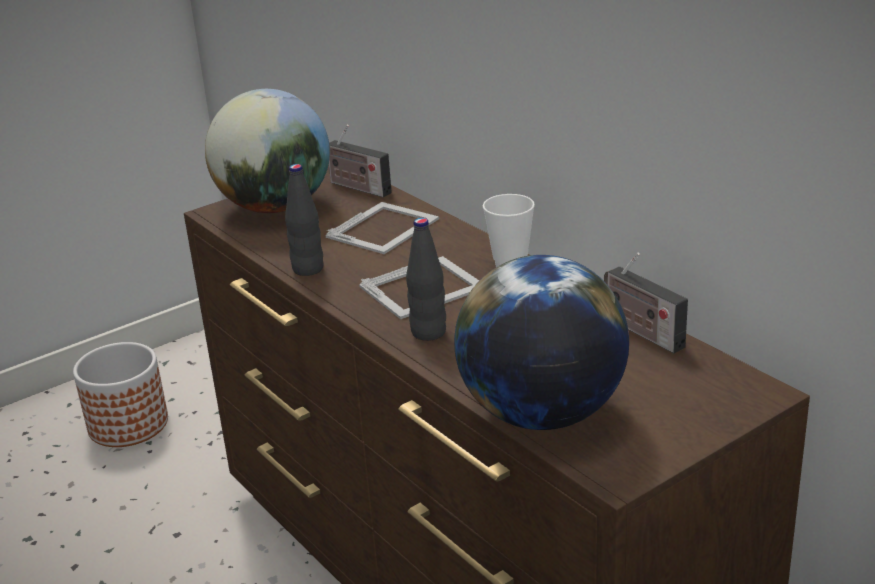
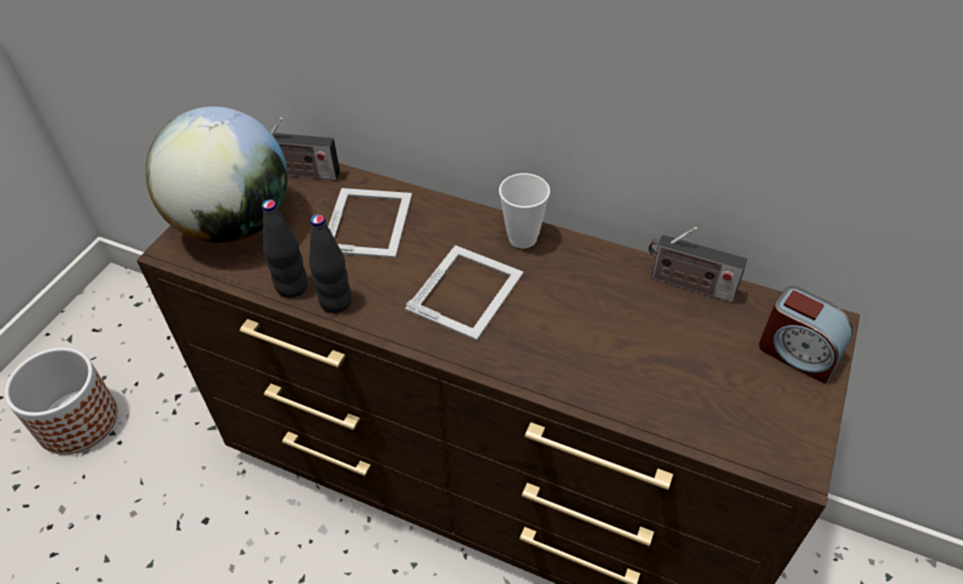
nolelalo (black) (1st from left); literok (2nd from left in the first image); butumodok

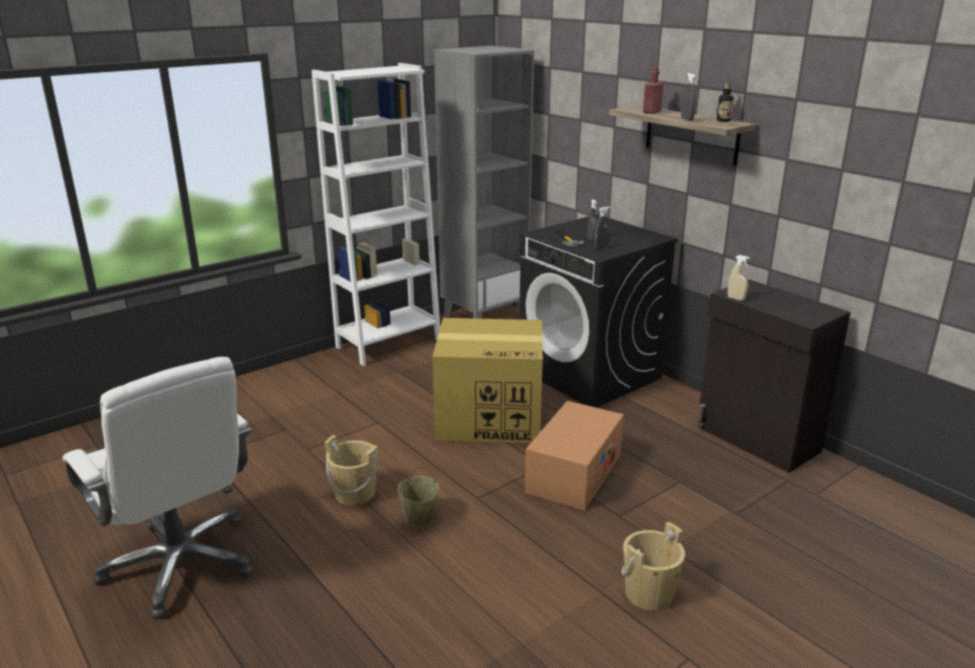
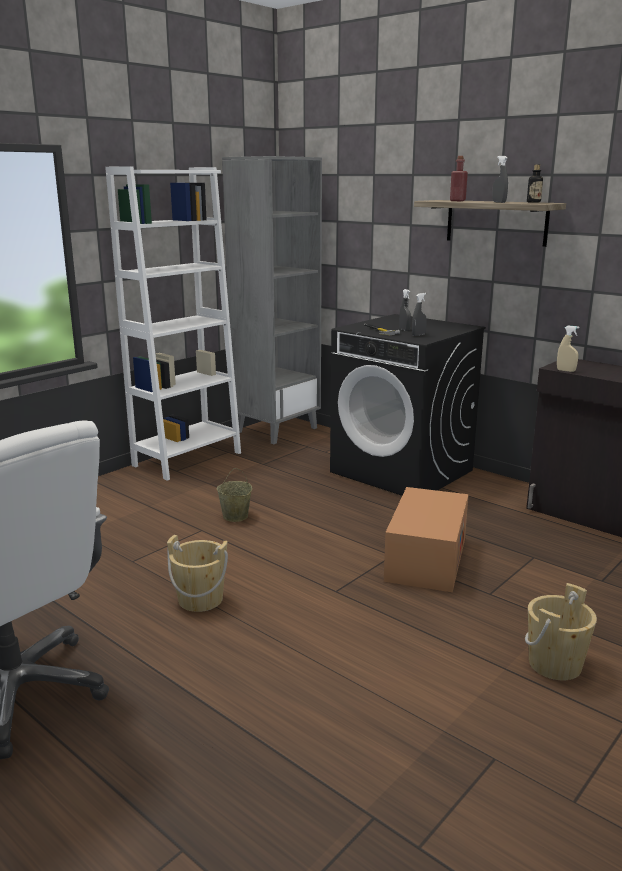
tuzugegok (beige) (2nd from left); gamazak (1st from left in the first image)

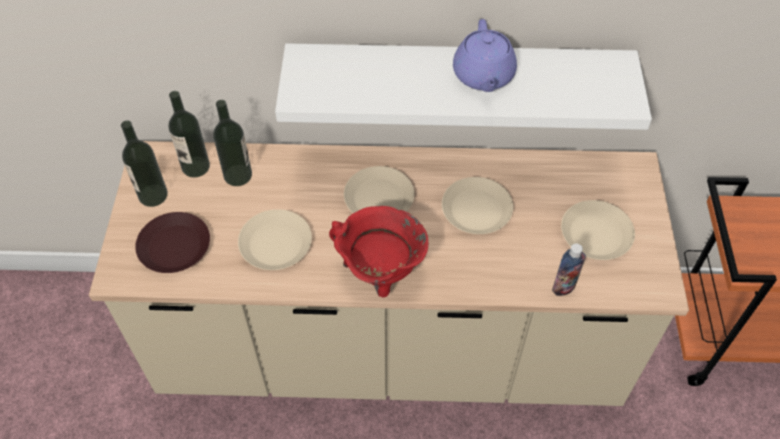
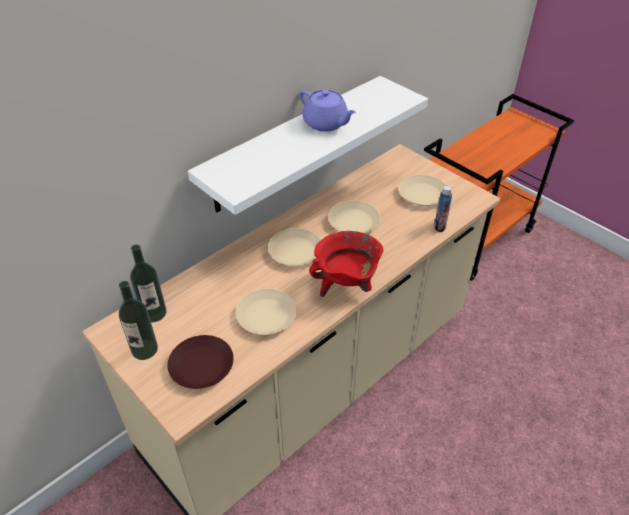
nolelalo (3rd from left in the first image)

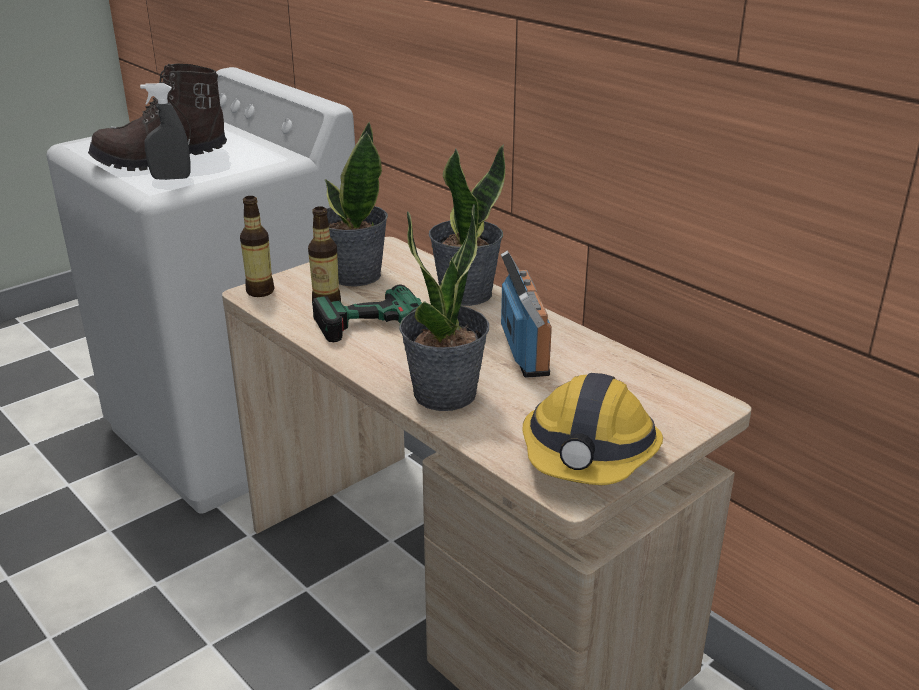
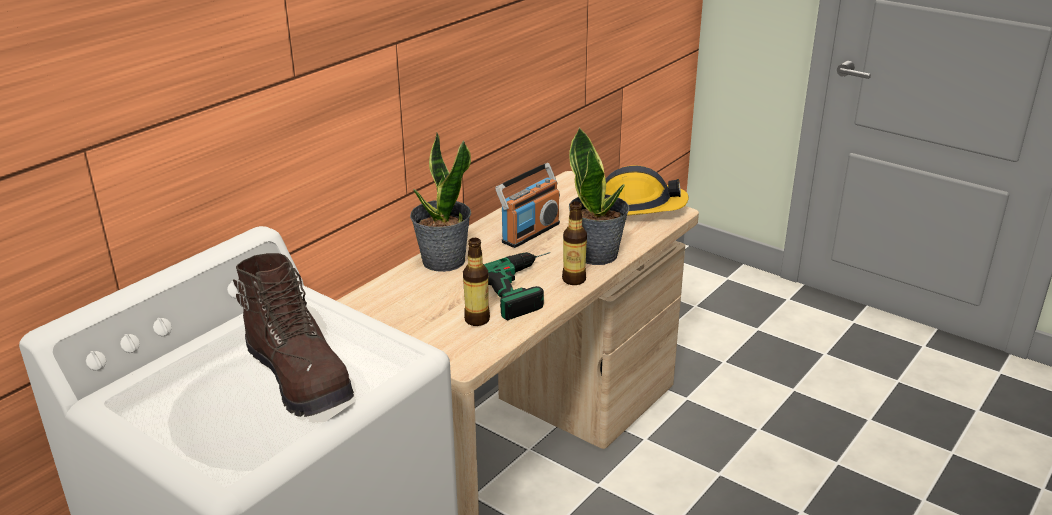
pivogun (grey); nolelalo (2nd from left); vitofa (1st from left in the first image); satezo

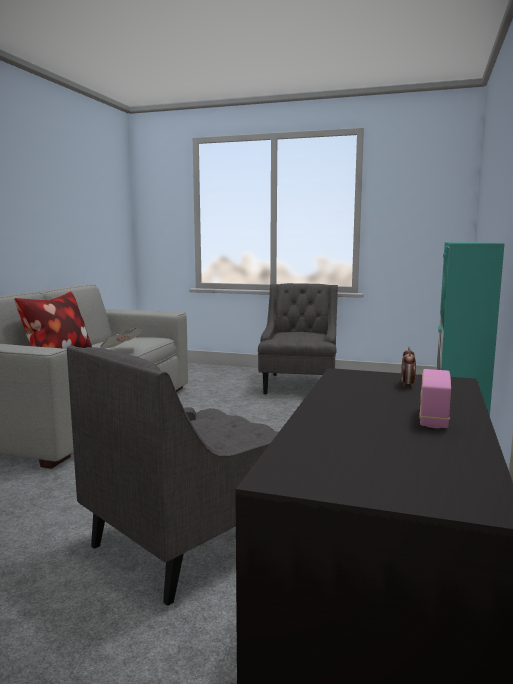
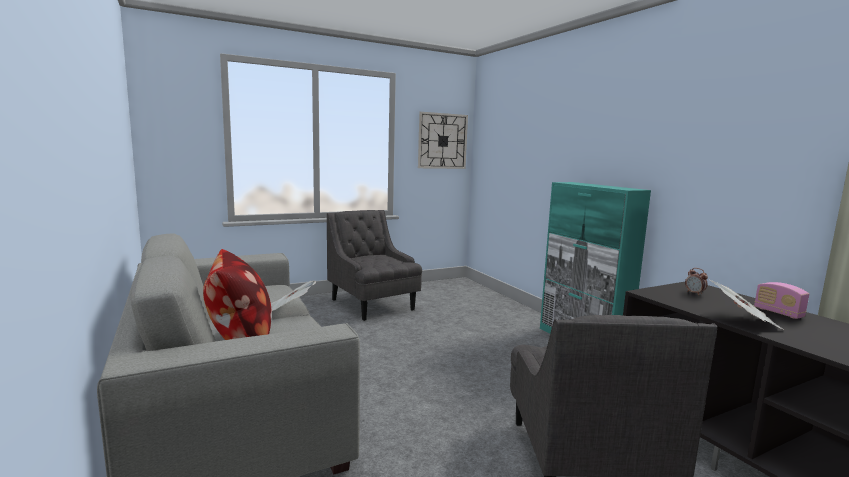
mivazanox; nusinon (2nd from left)

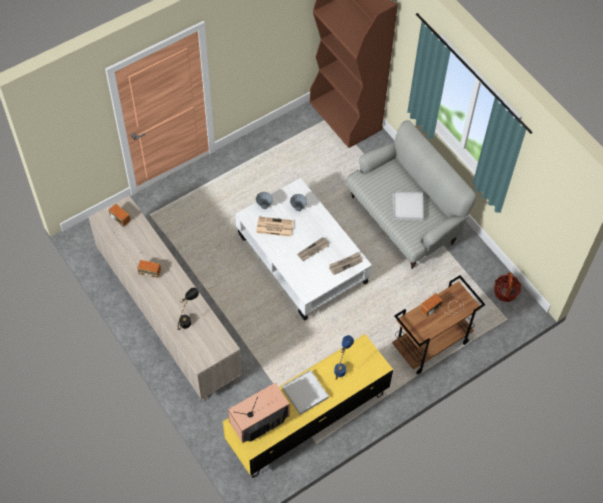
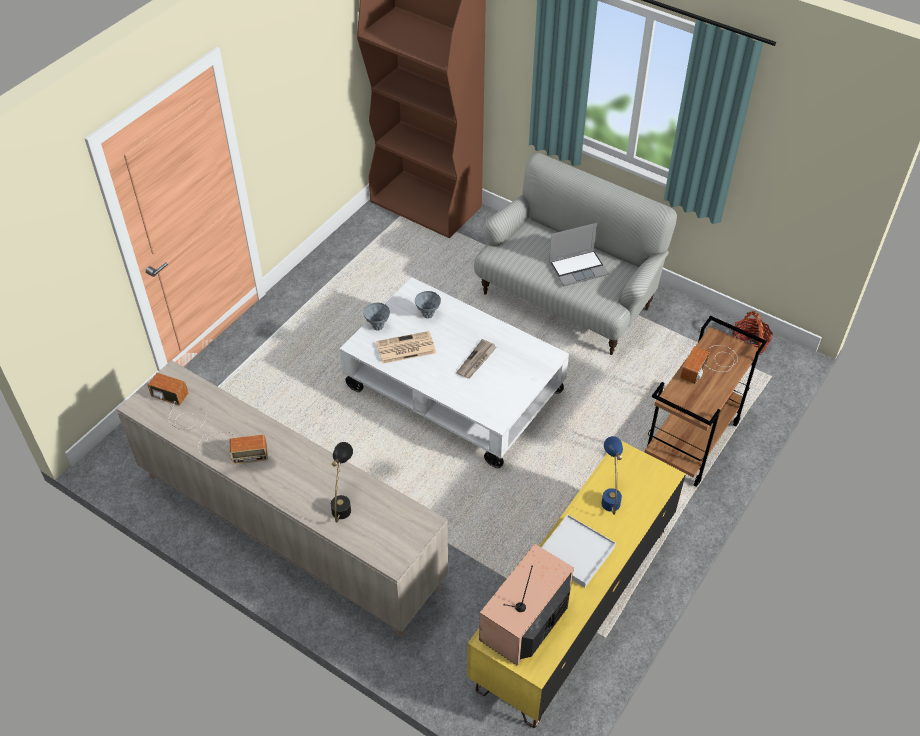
nusinon (3rd from left in the first image); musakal

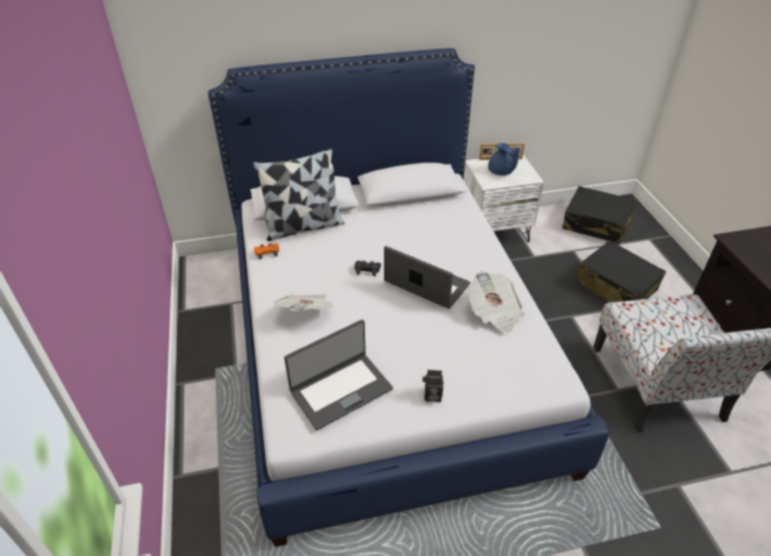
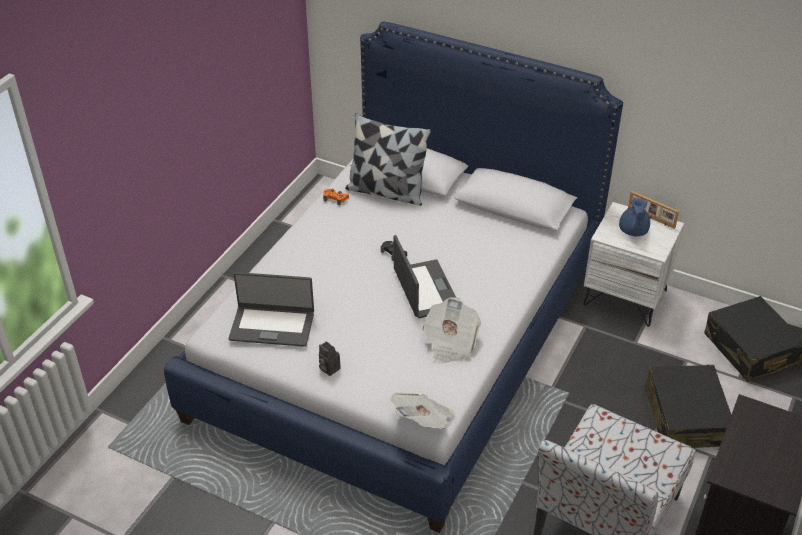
nusinon (1st from left)

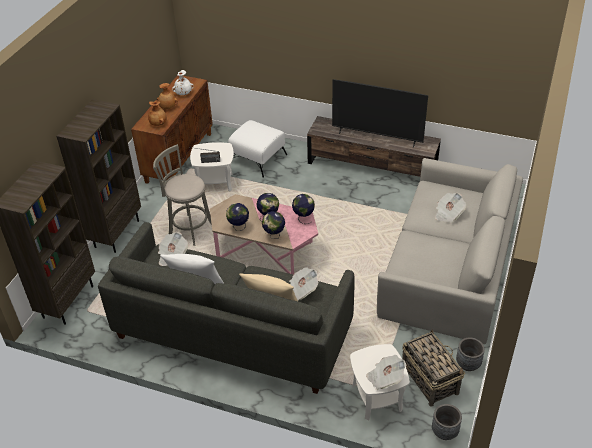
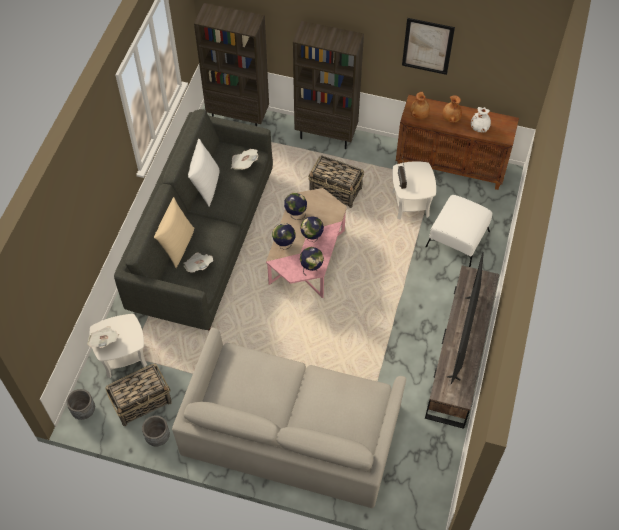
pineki (2nd from left); nusinon (4th from left in the first image); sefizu

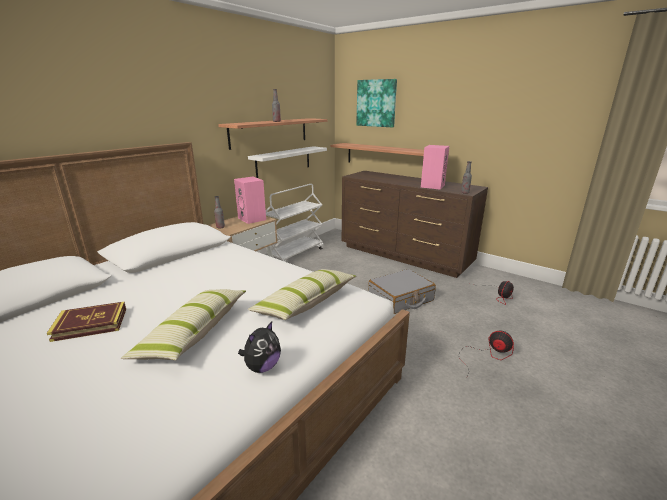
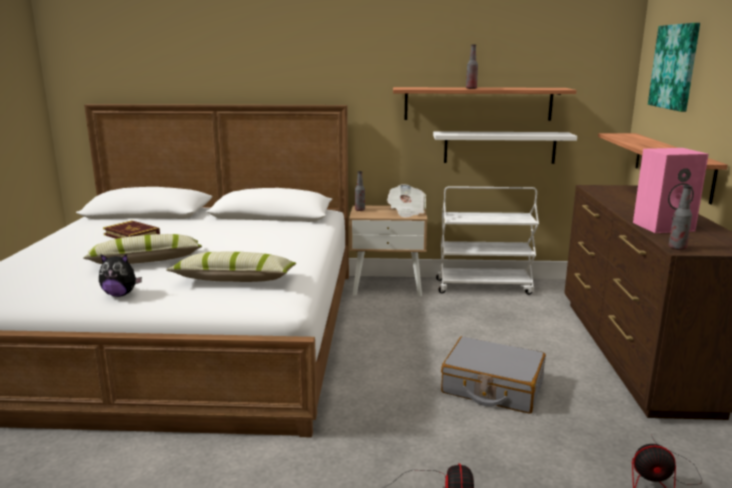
nusinon

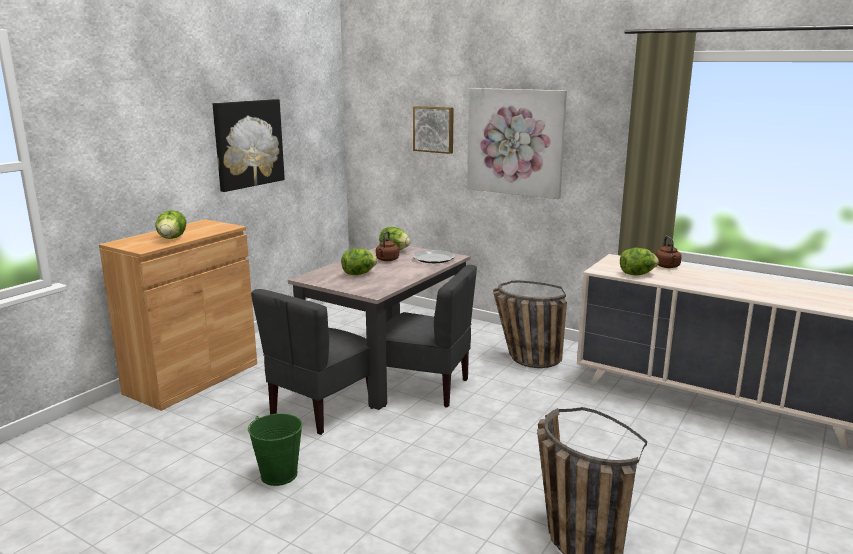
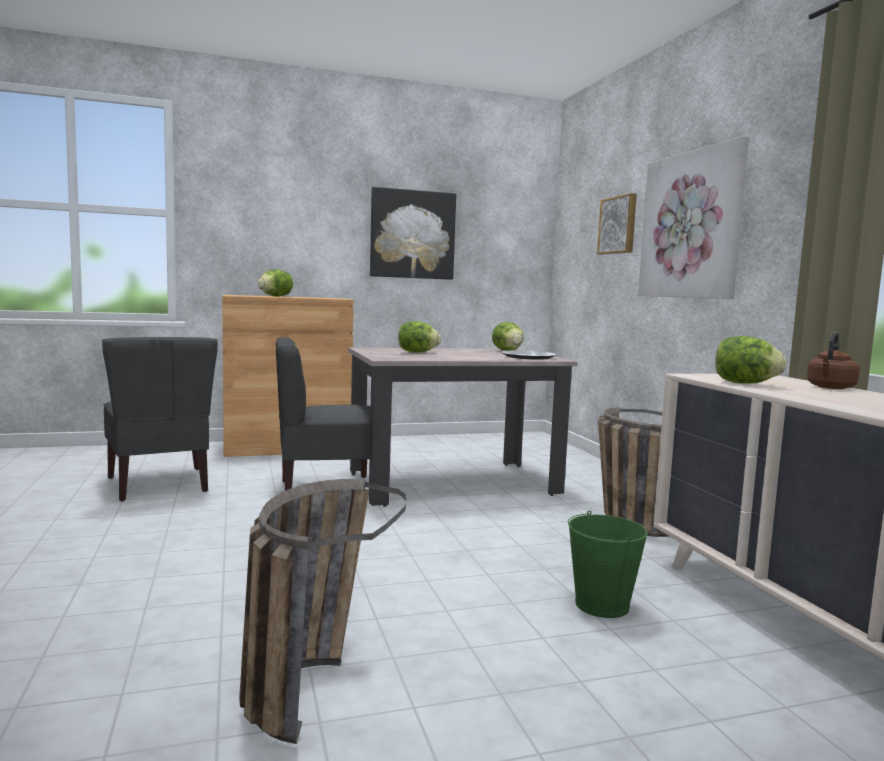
tuzugegok (green); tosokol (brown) (1st from left in the first image); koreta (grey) (1st from left)

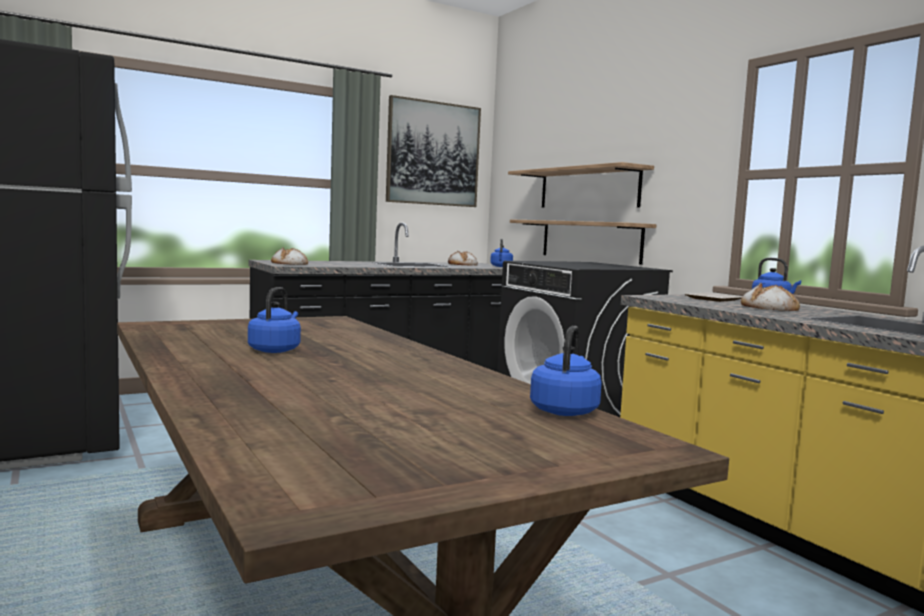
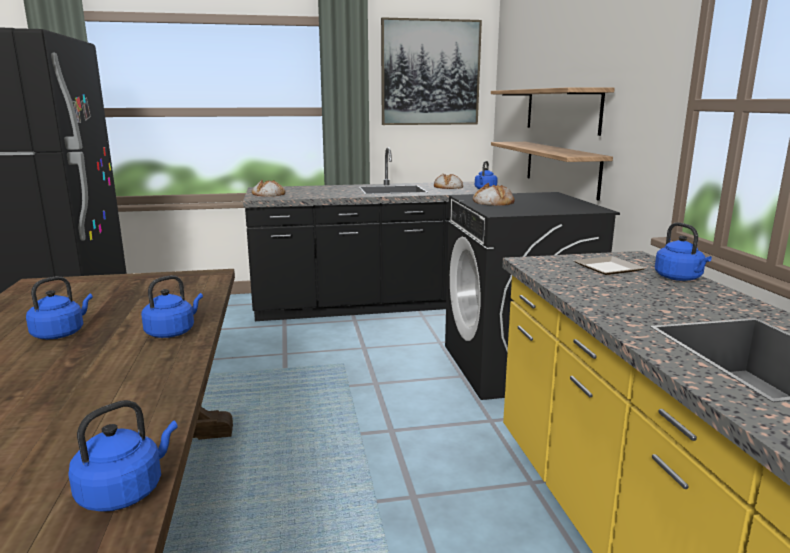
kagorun (3rd from left); tosokol (blue) (3rd from left)

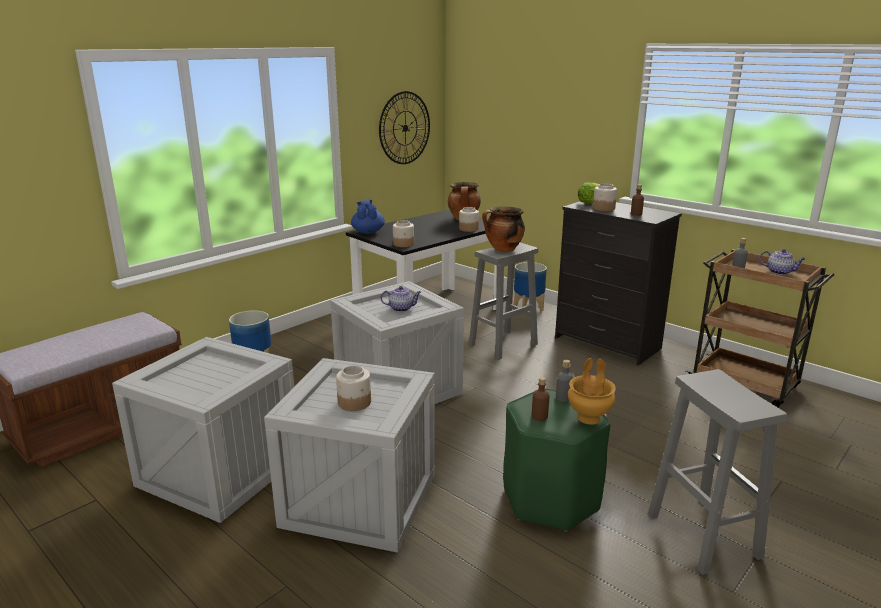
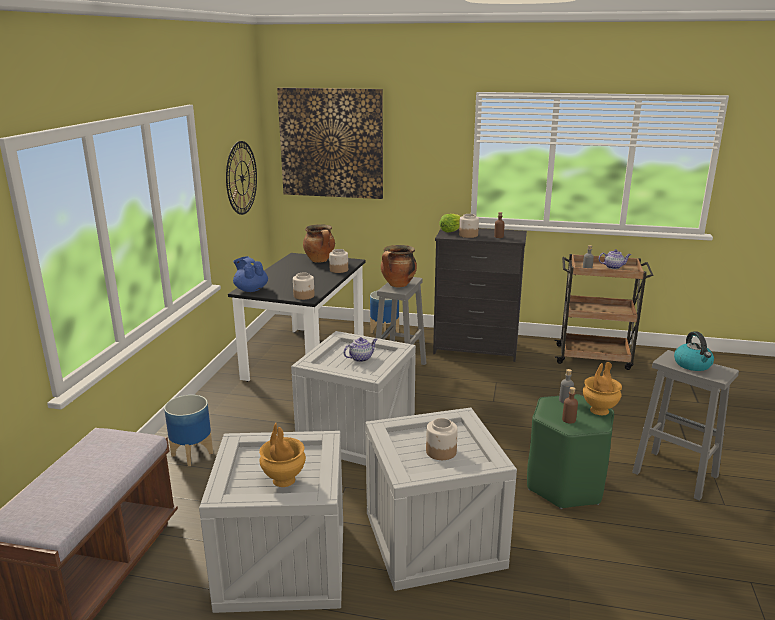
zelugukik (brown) (1st from left); sefizu; tosokol

